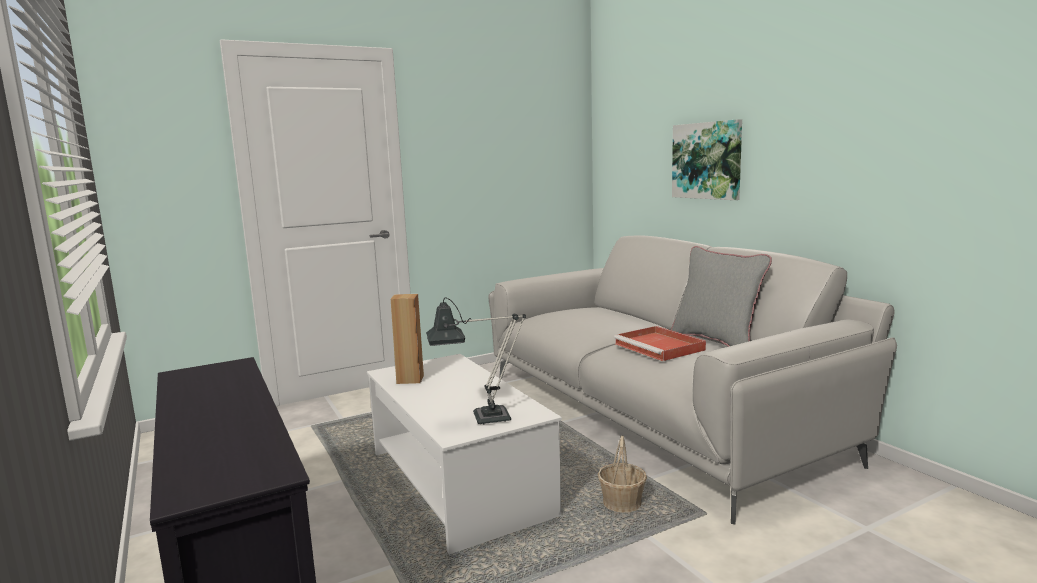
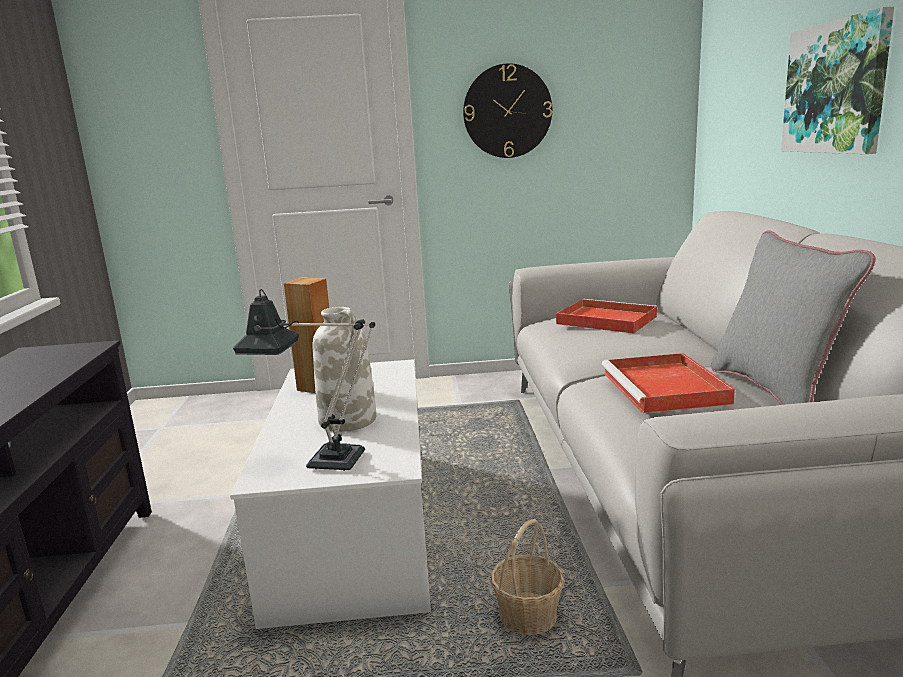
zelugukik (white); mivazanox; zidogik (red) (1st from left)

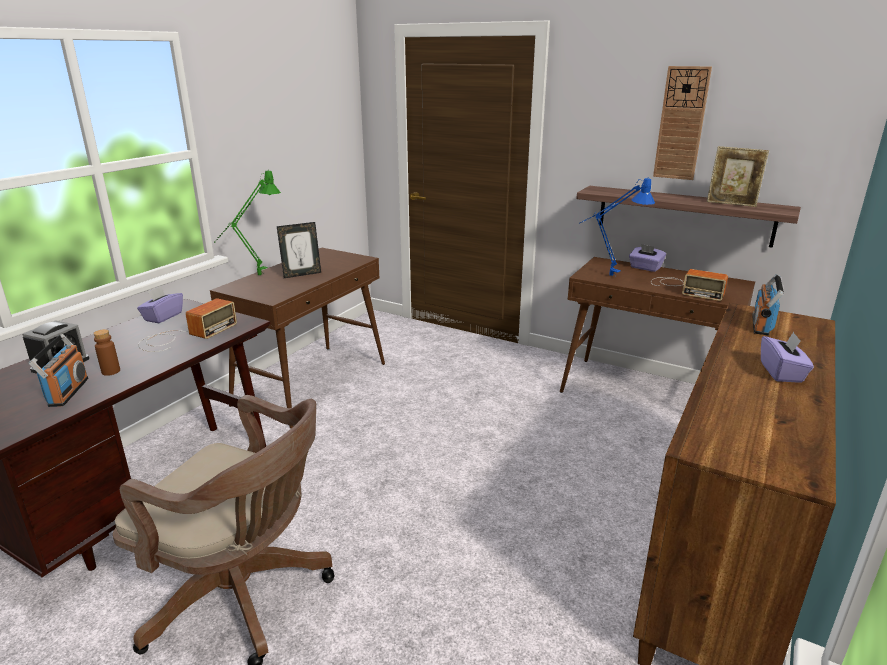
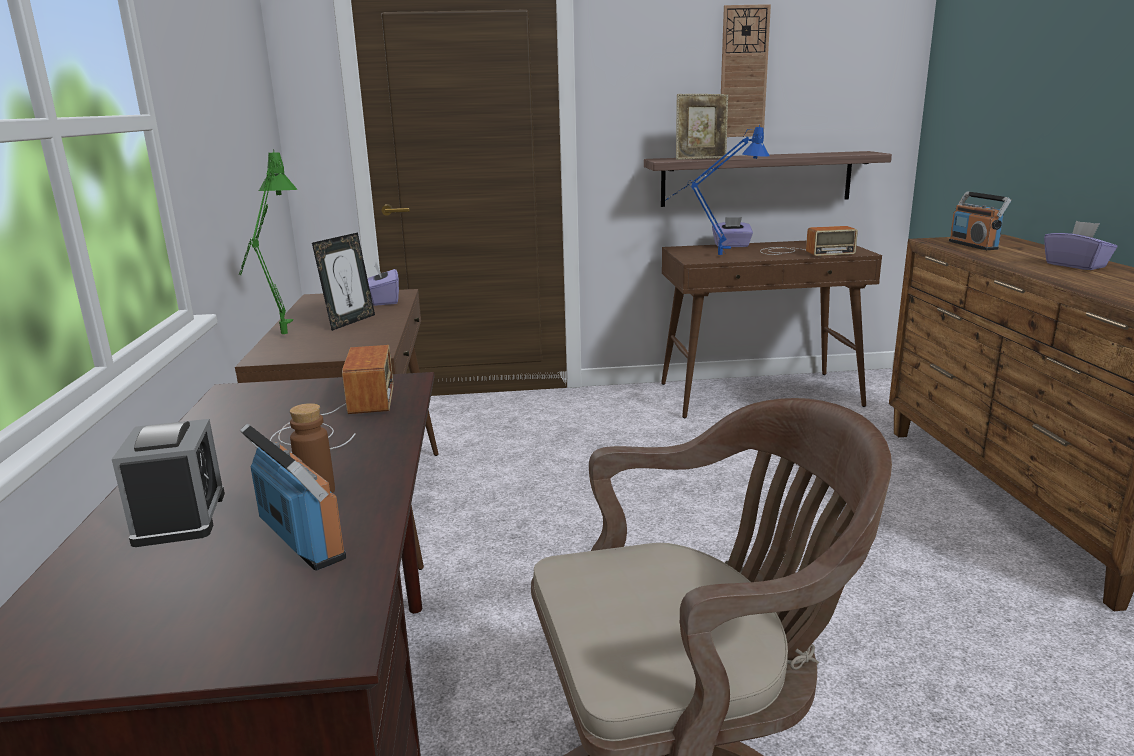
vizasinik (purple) (1st from left); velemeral (2nd from left)

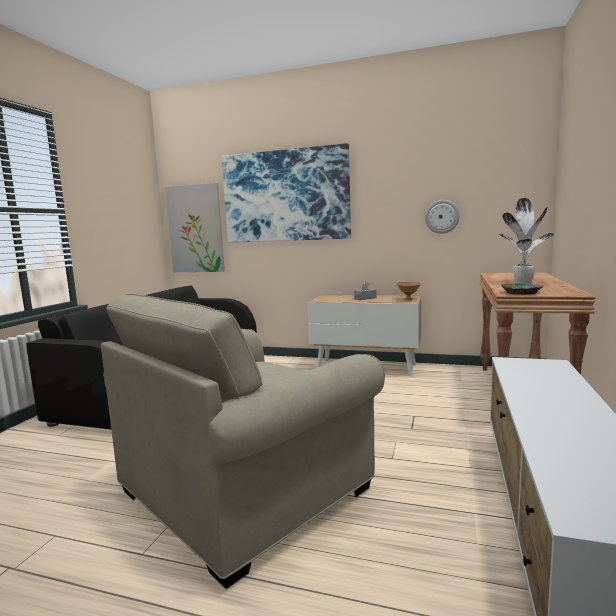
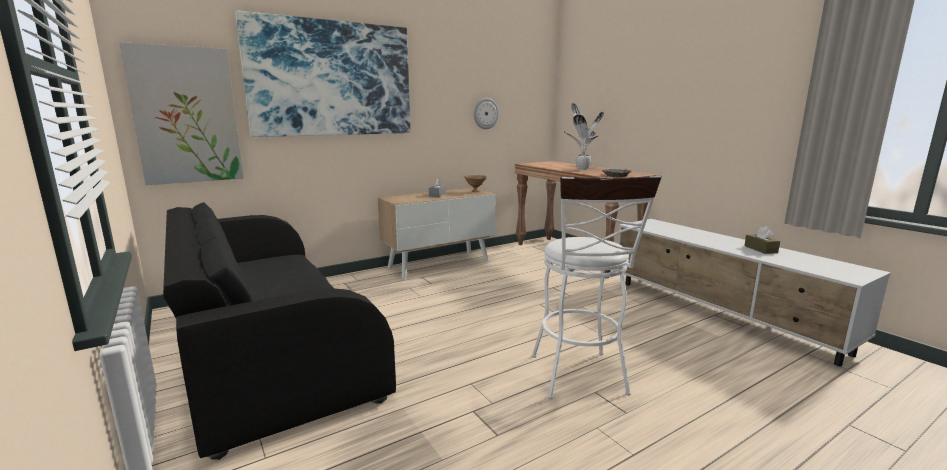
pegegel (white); vizasinik (brown)

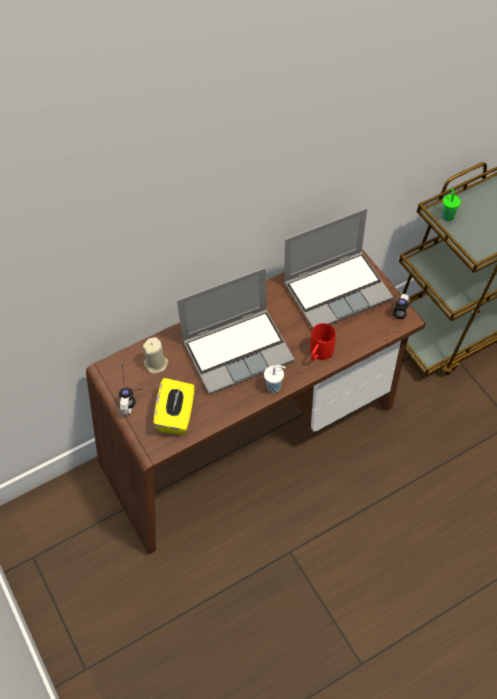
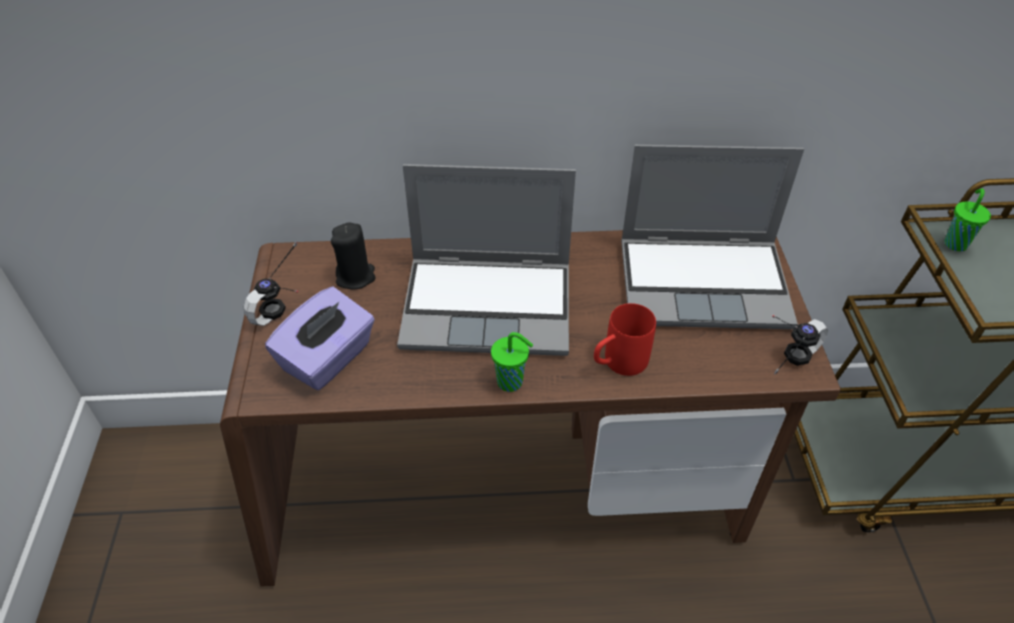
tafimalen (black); vizasinik (purple); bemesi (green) (1st from left)

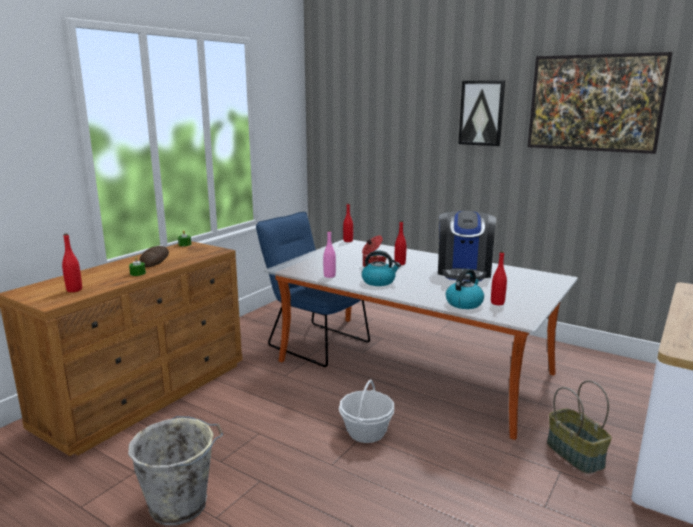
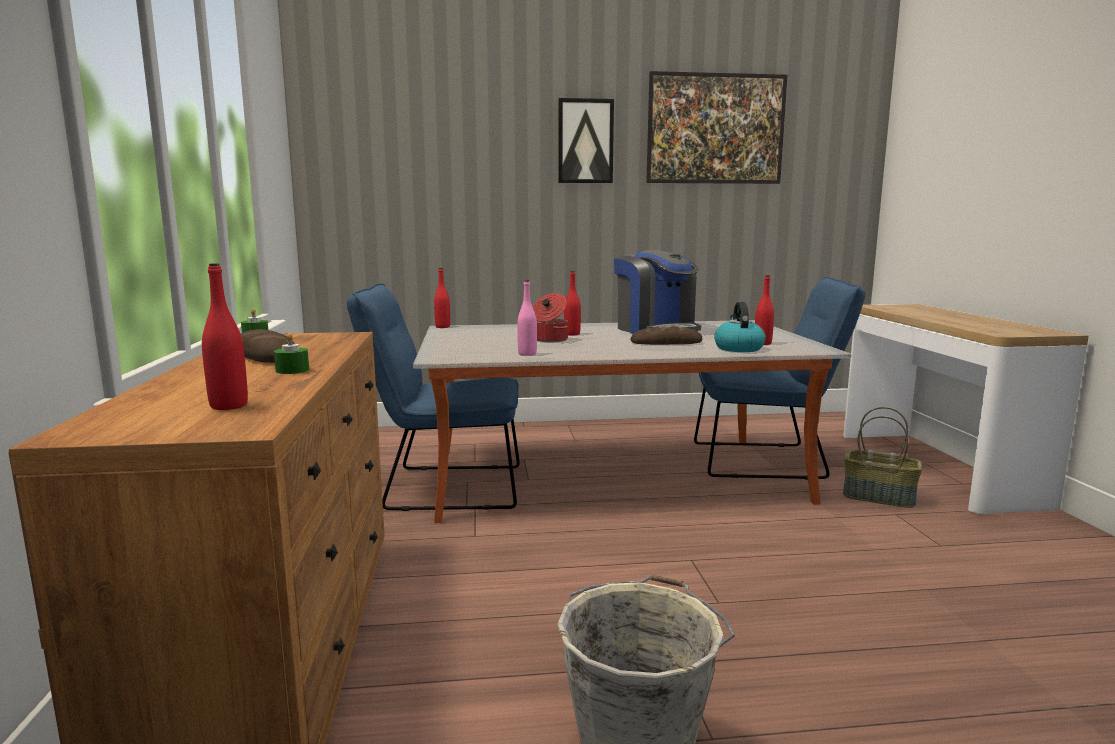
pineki (1st from left in the first image); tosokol (1st from left in the first image); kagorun (2nd from left); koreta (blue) (2nd from left)

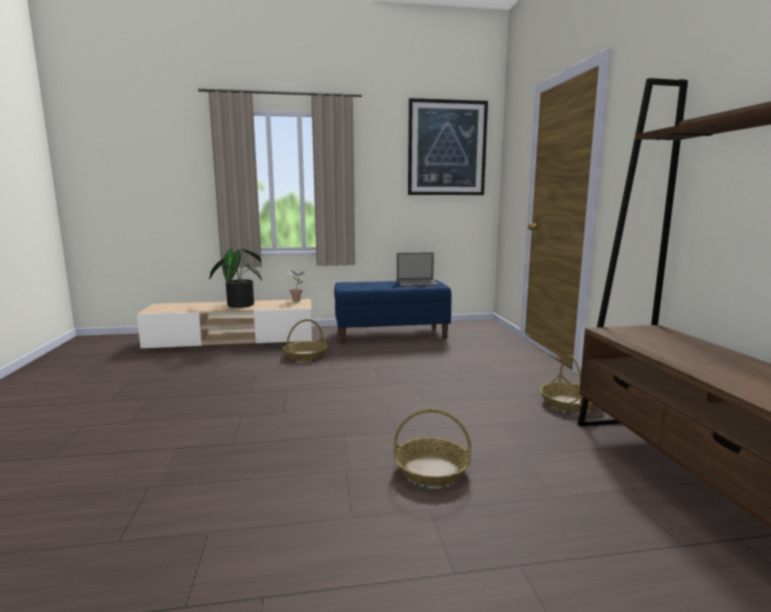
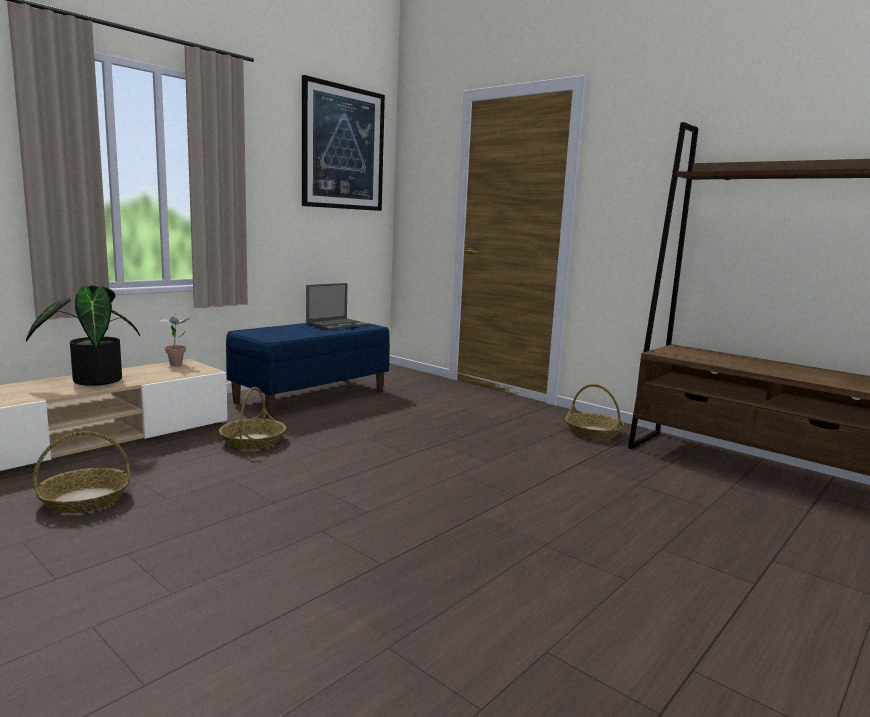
pineki (1st from left)

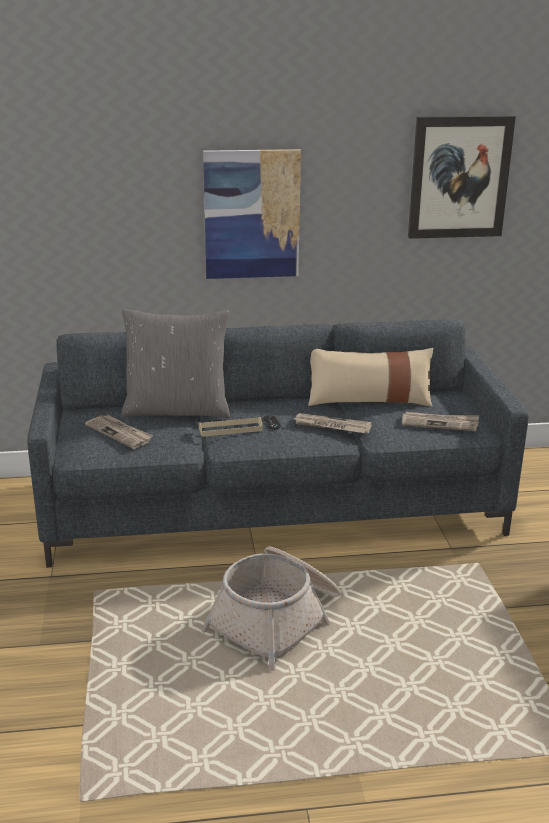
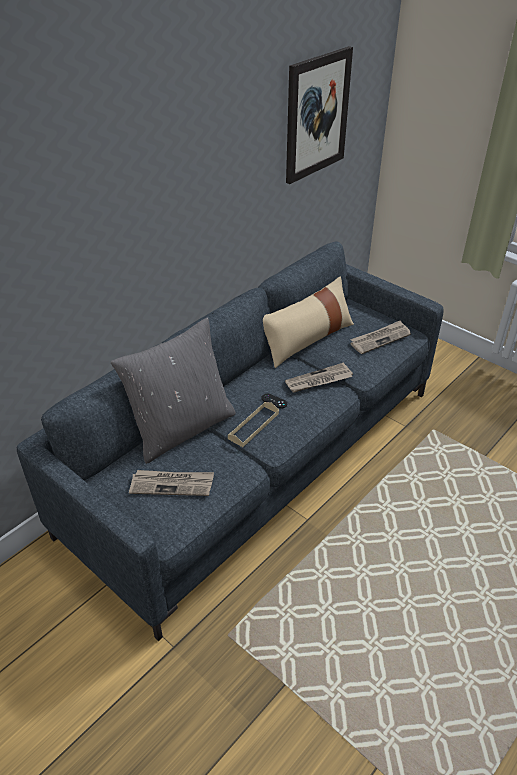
pineki; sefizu (1st from left in the first image)

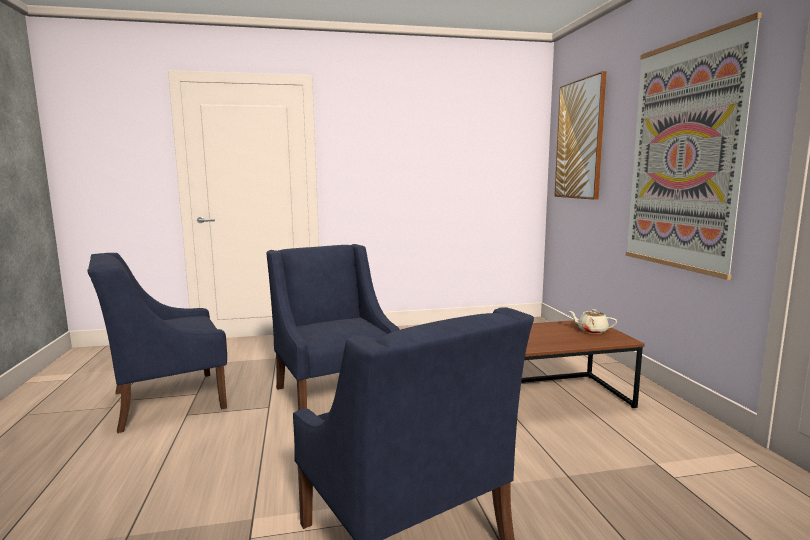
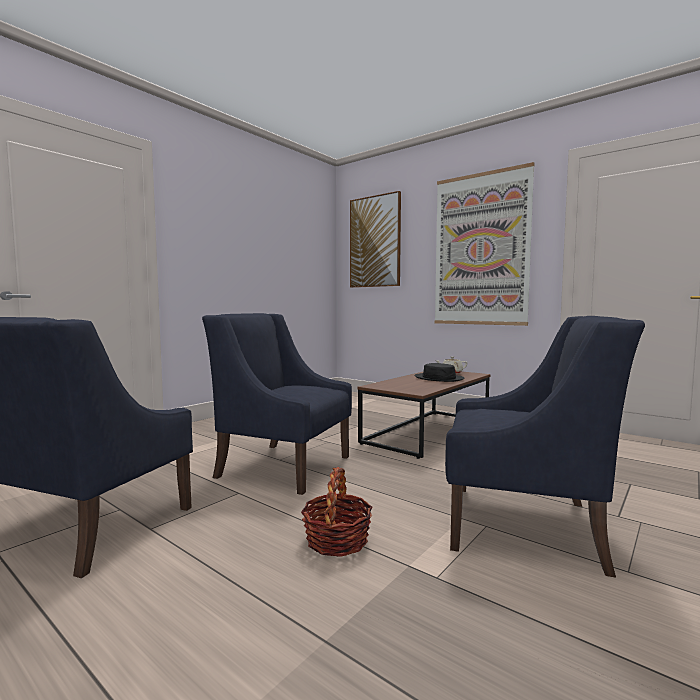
pineki; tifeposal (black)

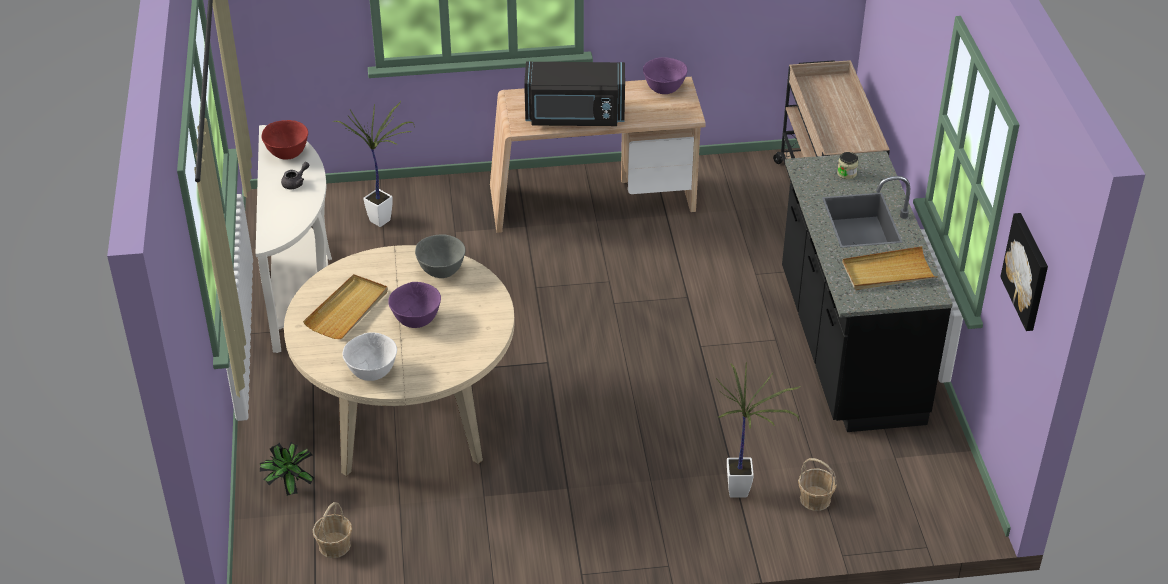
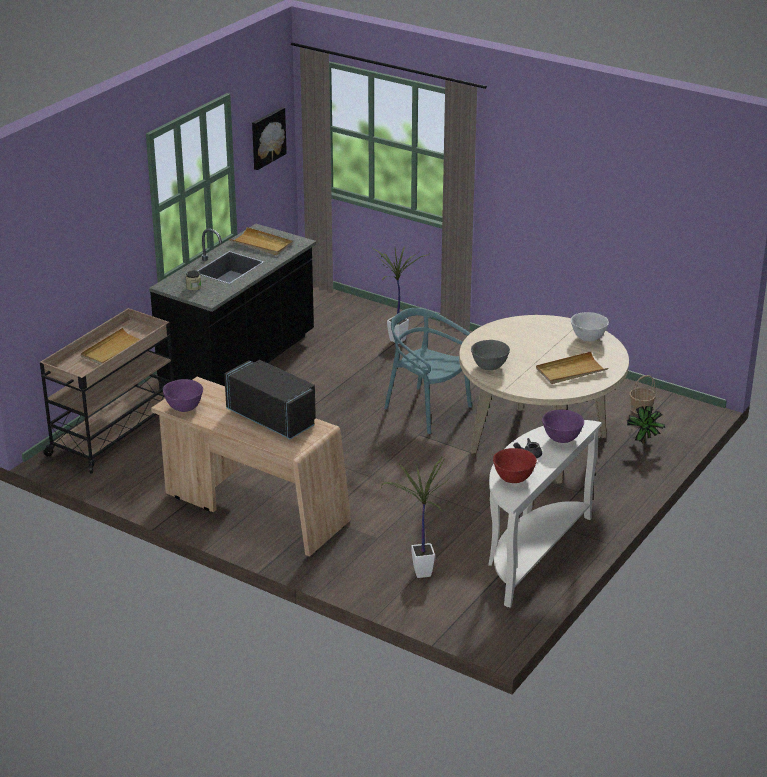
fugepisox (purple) (2nd from left); pineki (2nd from left in the first image); zidogik (beige) (1st from left); koreta (turquoise)

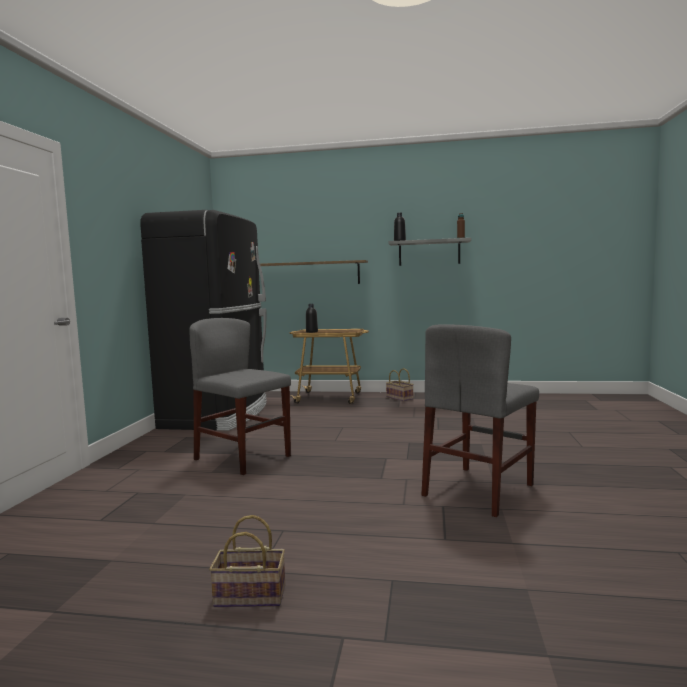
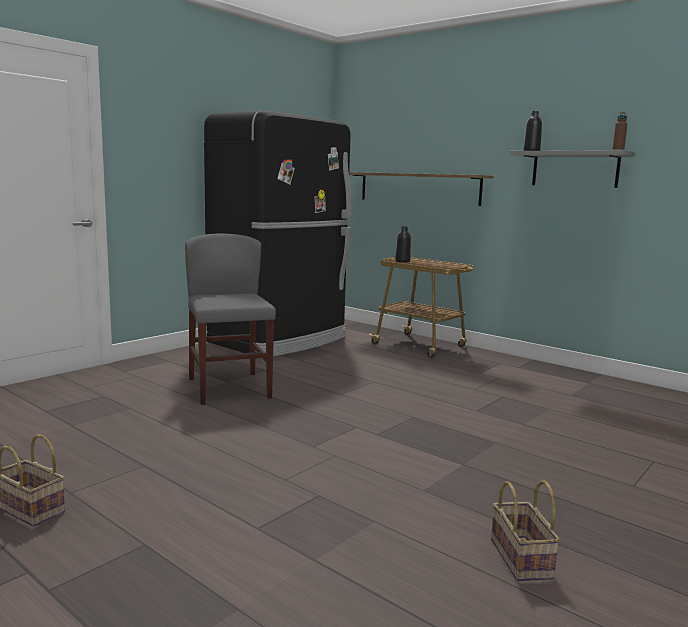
pineki (2nd from left); koreta (grey) (2nd from left in the first image)

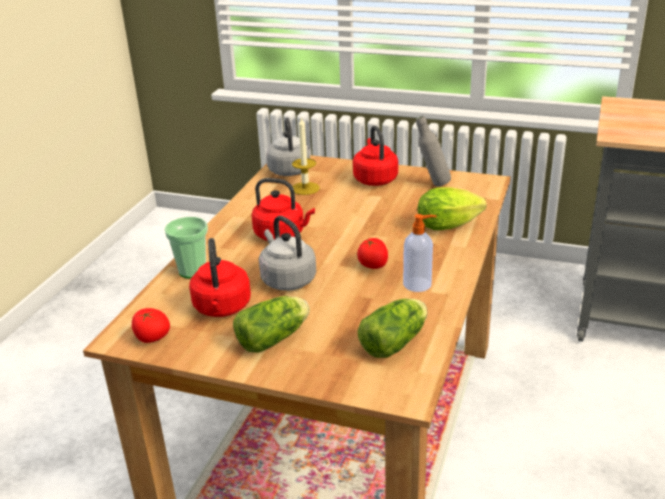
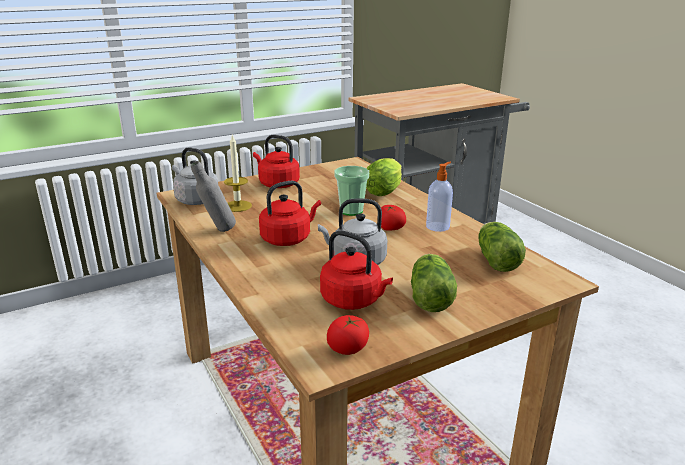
bemesi; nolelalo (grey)

